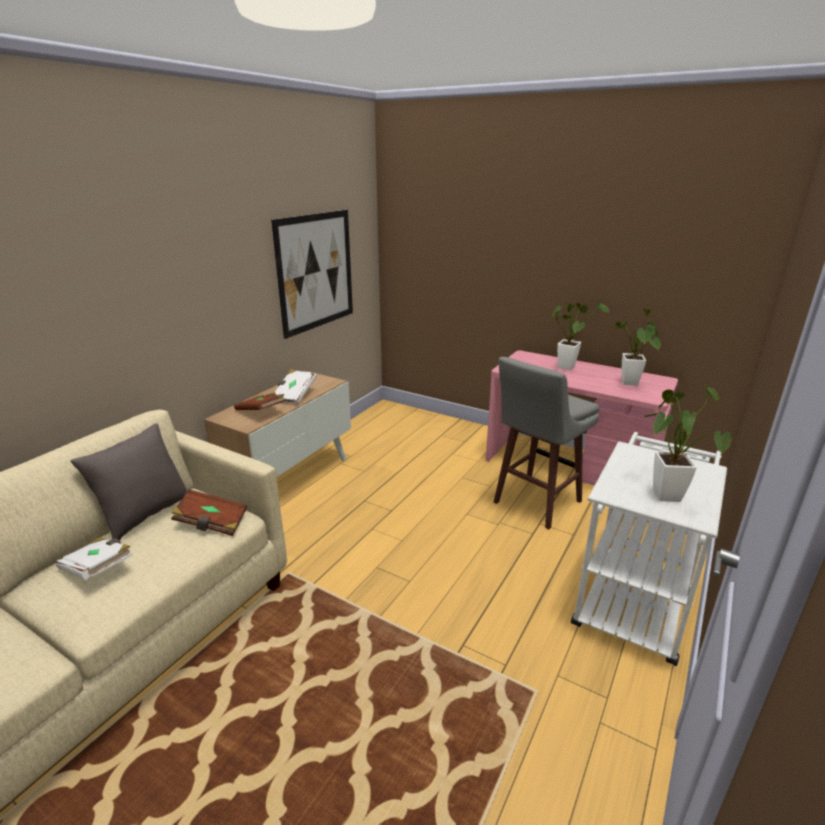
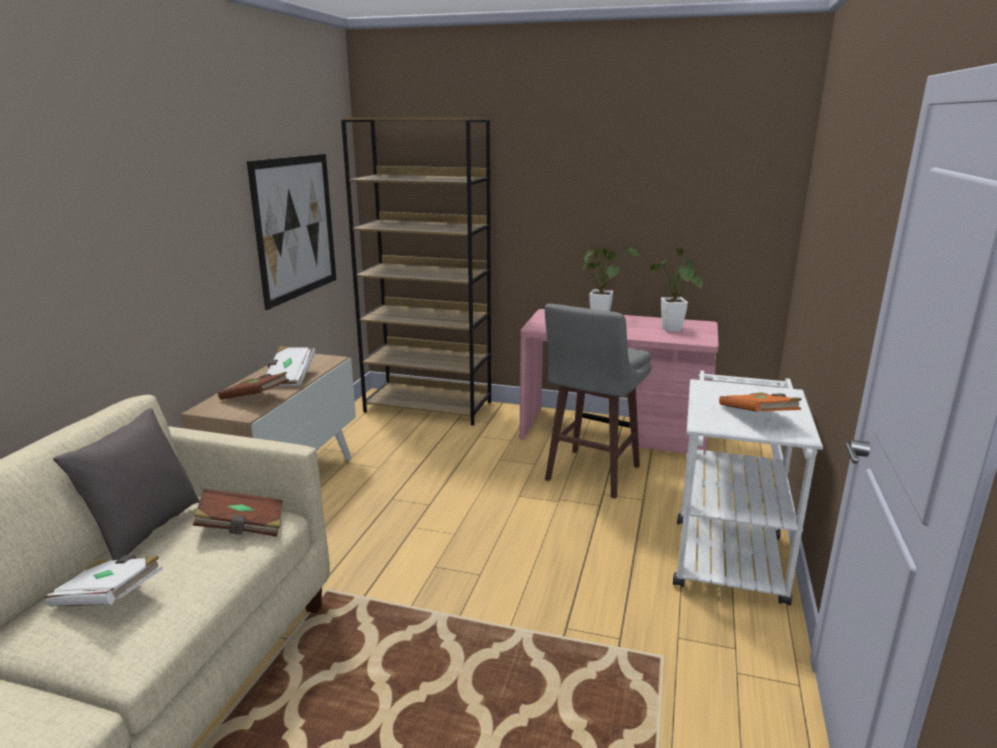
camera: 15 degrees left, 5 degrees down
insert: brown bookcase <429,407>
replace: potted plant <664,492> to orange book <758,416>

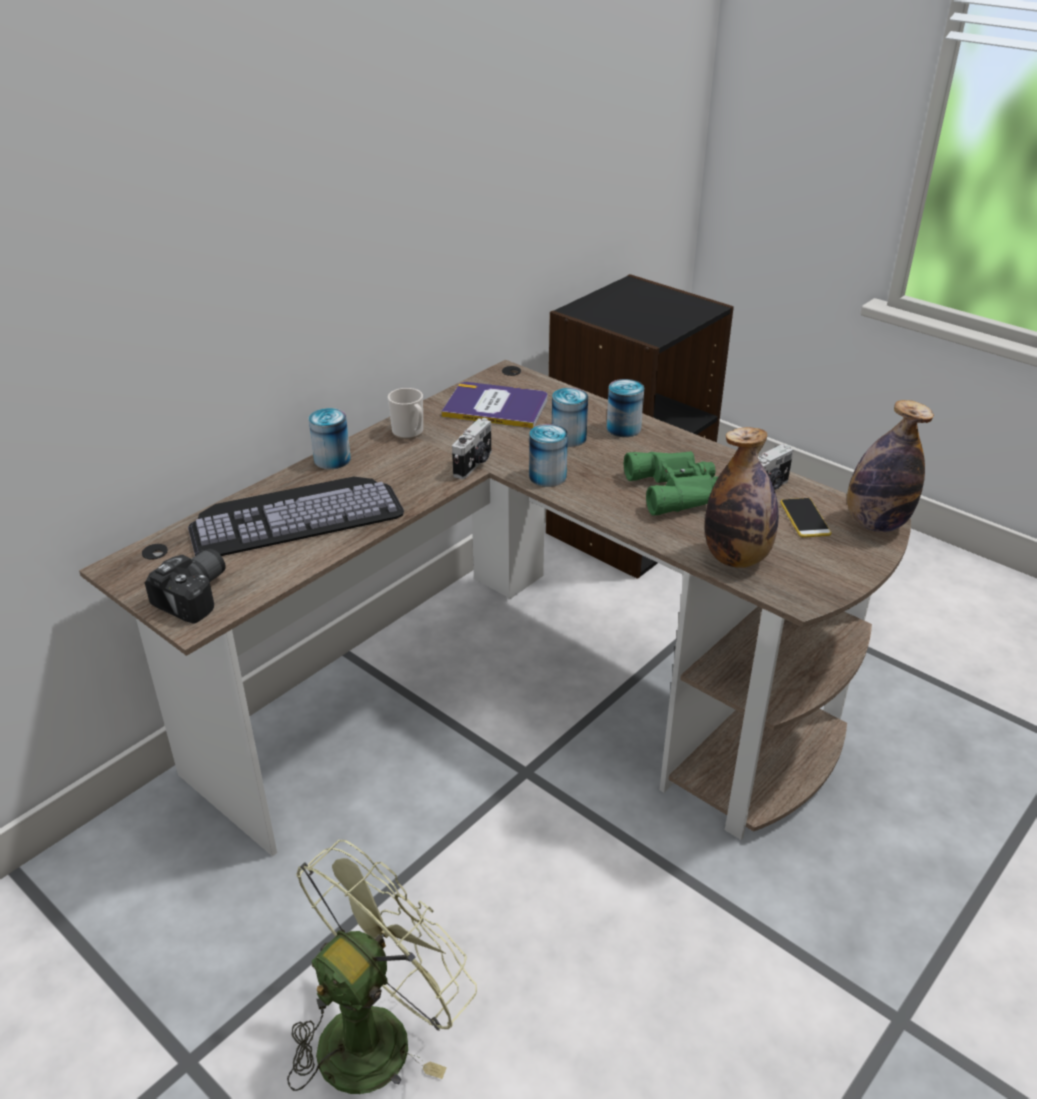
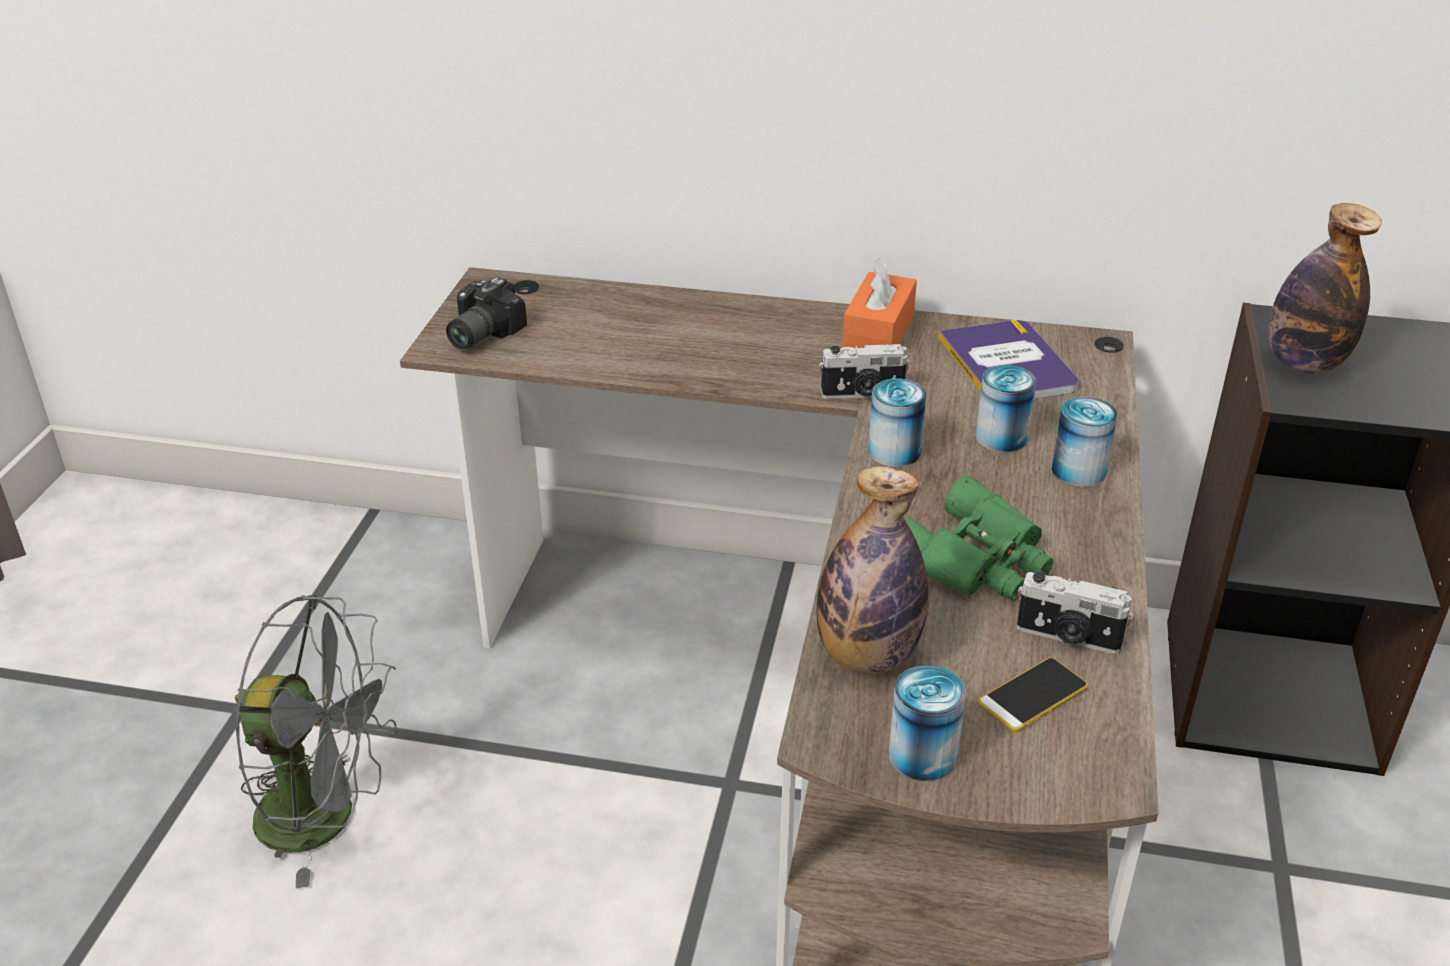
camera: 60 degrees right, 0 degrees up
delete: keyboard <296,514>
move: can <332,459> to <922,755>; bottle <875,523> to <1303,364>
replace: mug <410,433> to orange tissue box <878,332>
recolor: green fan <376,1031> to grey fan <328,816>
rotate: photo camera <198,596> = <478,334> 120 degrees clockwise

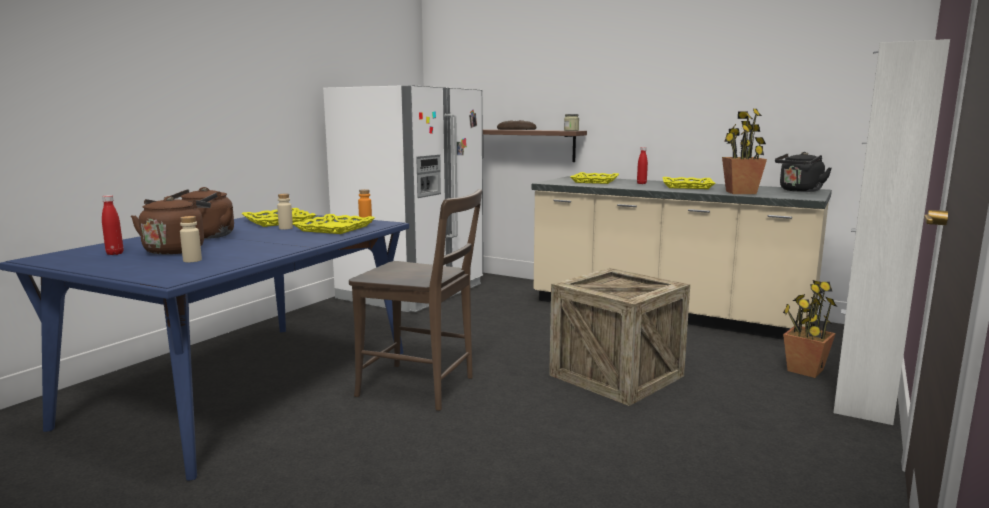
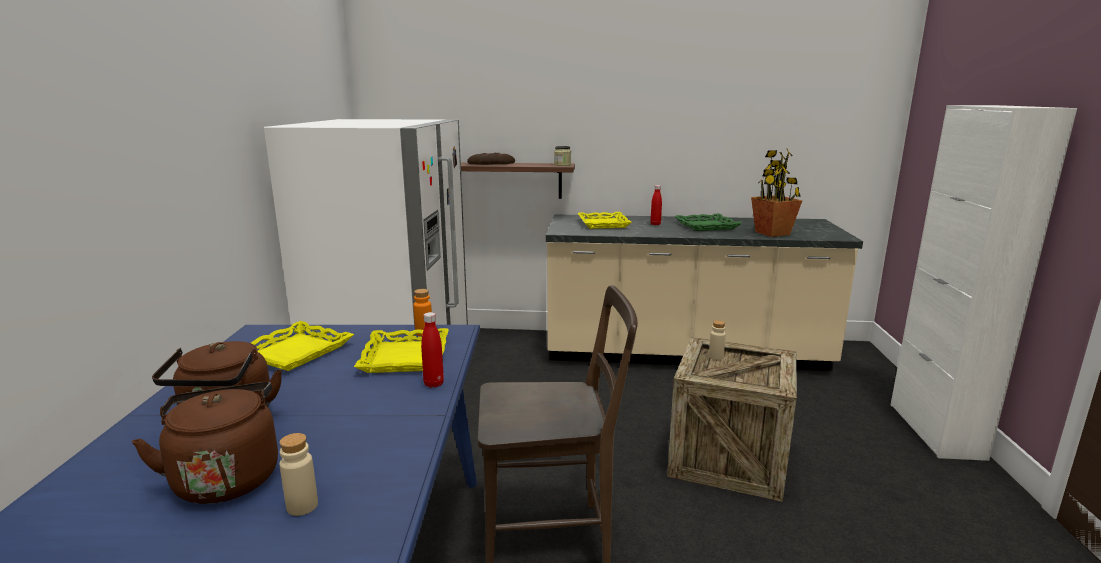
camera: 25 degrees left, 5 degrees up
delete: black kettle <799,191>; potted plant <805,370>
move: red bottle <115,253> to <433,384>; beige bottle <285,228> to <716,357>
recolor: yellow tray <687,186> to green tray <706,226>

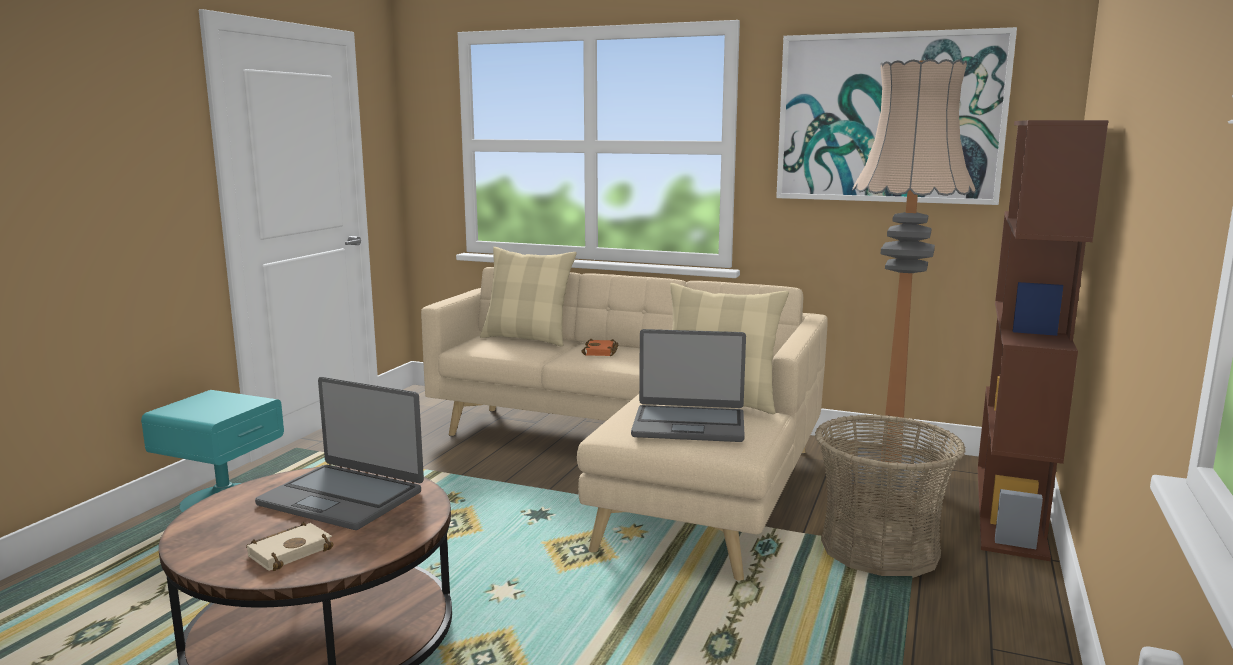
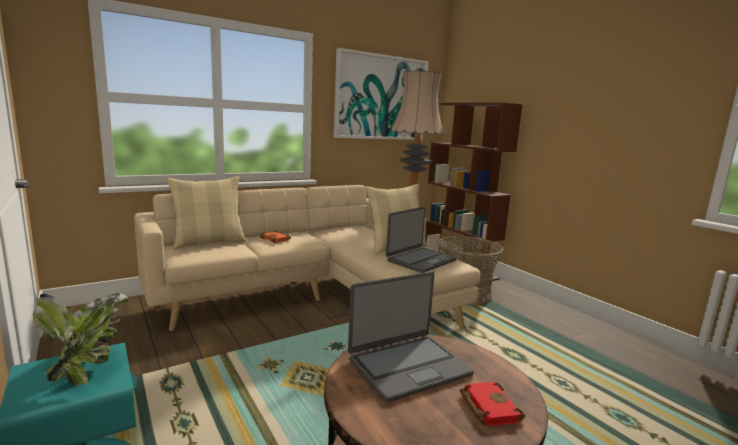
camera: 55 degrees left, 0 degrees up
insert: potted plant <87,366>
recolor: beige book <291,550> to red book <487,407>

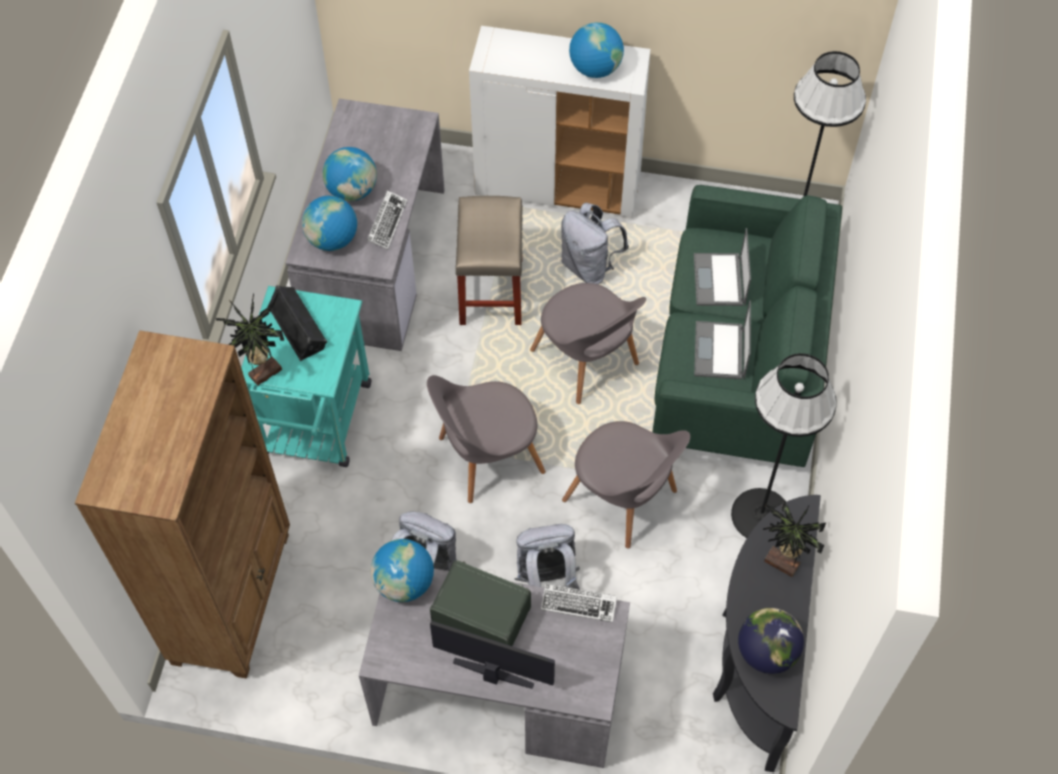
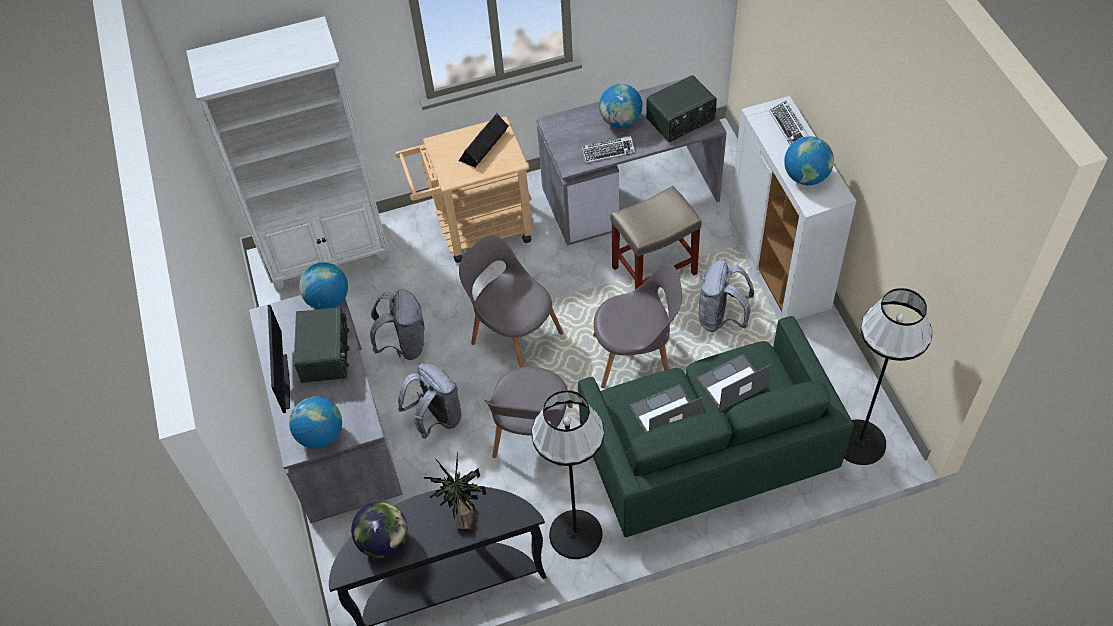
camera: 65 degrees right, 5 degrees down
delete: potted plant <263,372>
insert: radio <681,120>
move: globe <332,239> to <320,435>; keyboard <578,604> to <788,126>
recolor: brown bookcase <233,597> to white bookcase <328,254>; turquoise cart <314,427> to beige cart <475,230>
rotate: grey chair <587,361> = <635,356> 120 degrees counterclockwise

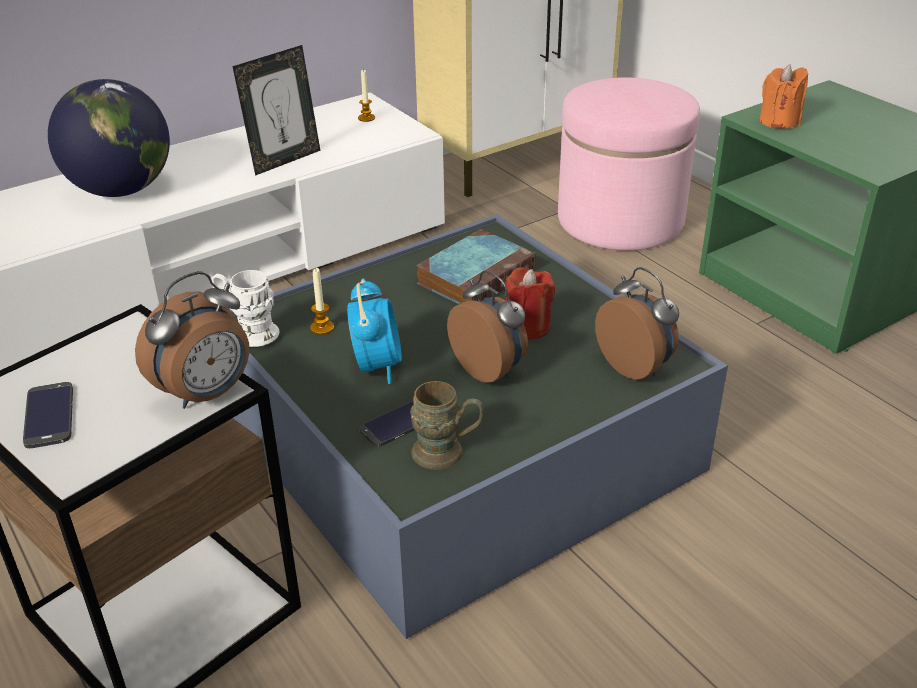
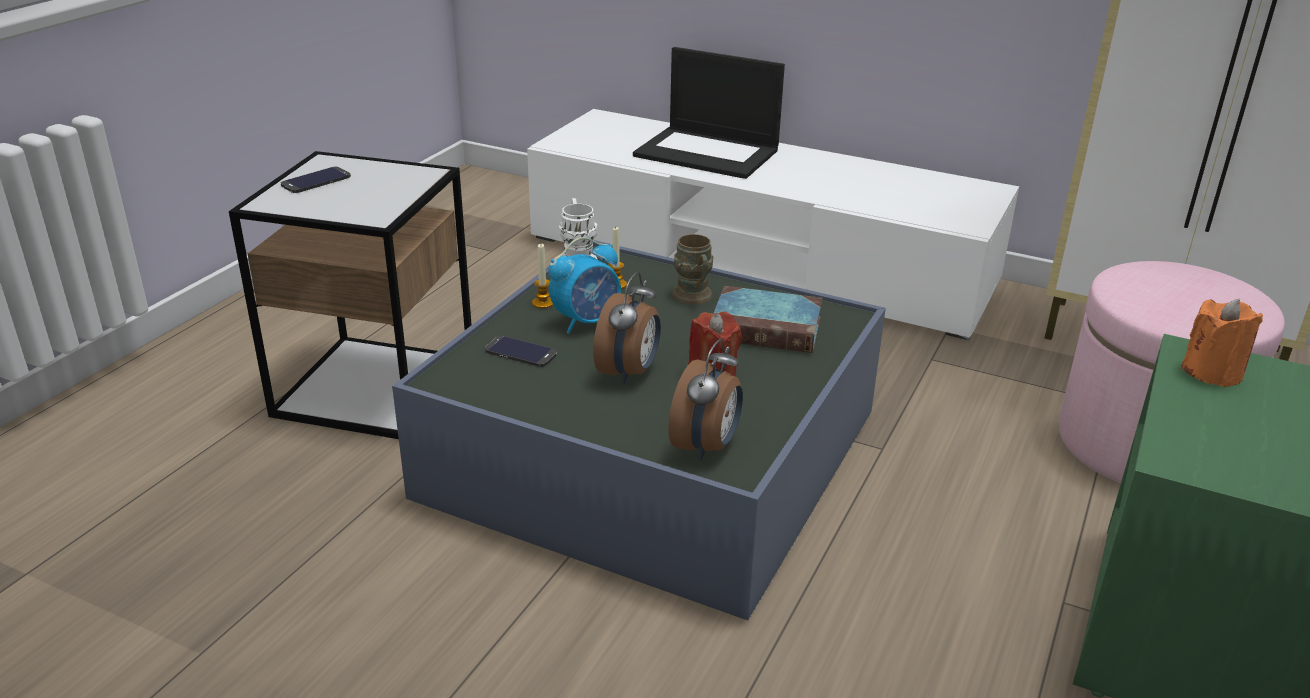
camera: 60 degrees right, 5 degrees down
delete: alarm clock <206,394>; picture frame <284,160>
move: candle <366,118> to <543,303>; brown mug <447,453> to <694,298>
replace: globe <122,190> to laptop <708,153>

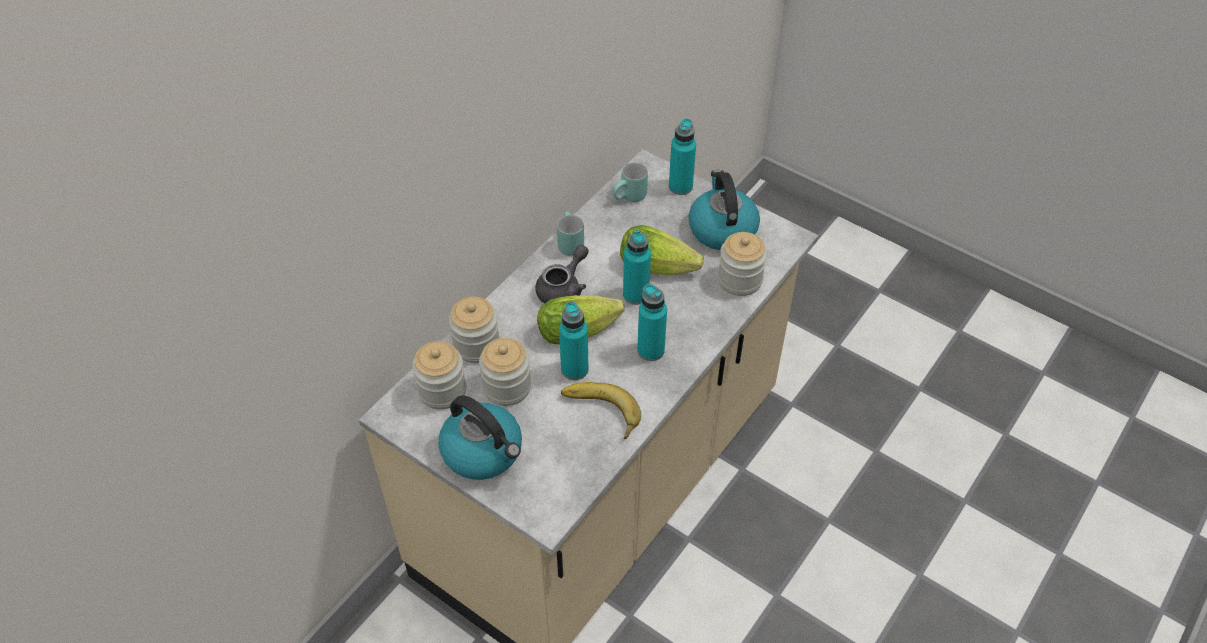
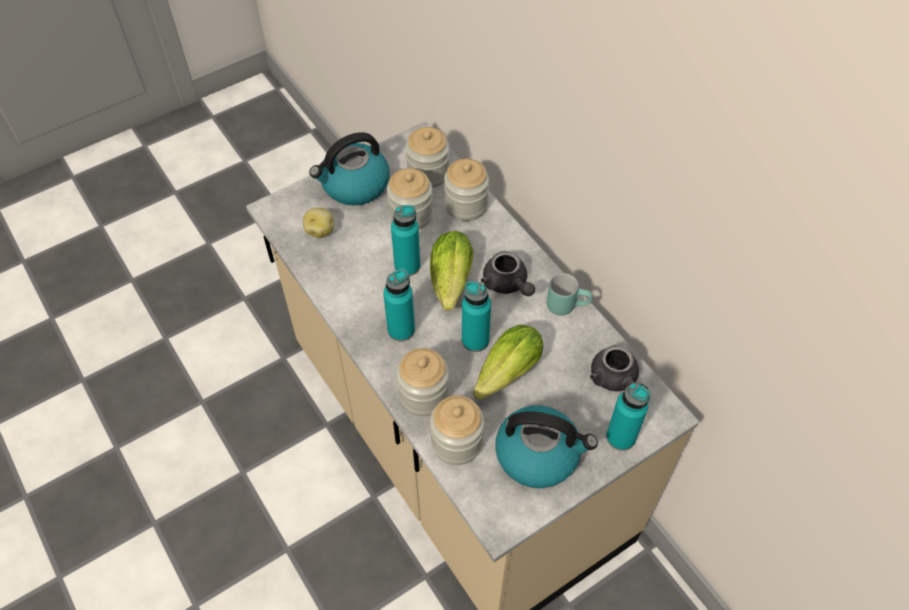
camera: 110 degrees right, 5 degrees up
delete: banana <599,413>
insert: potato <320,230>; jar <423,395>
replace: turquoise mug <630,198> to grey teapot <616,380>

